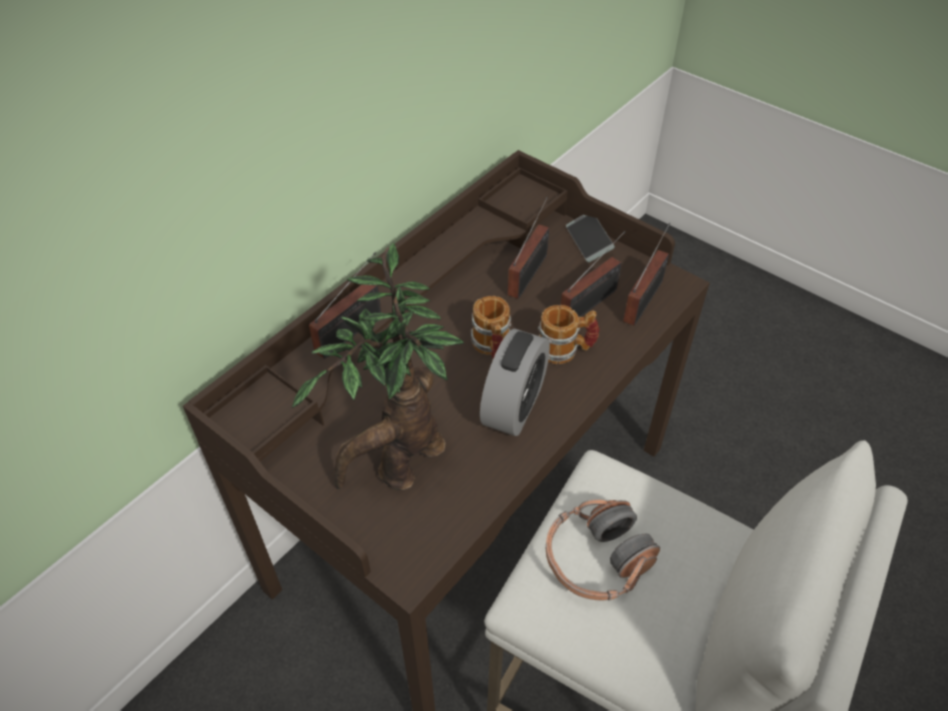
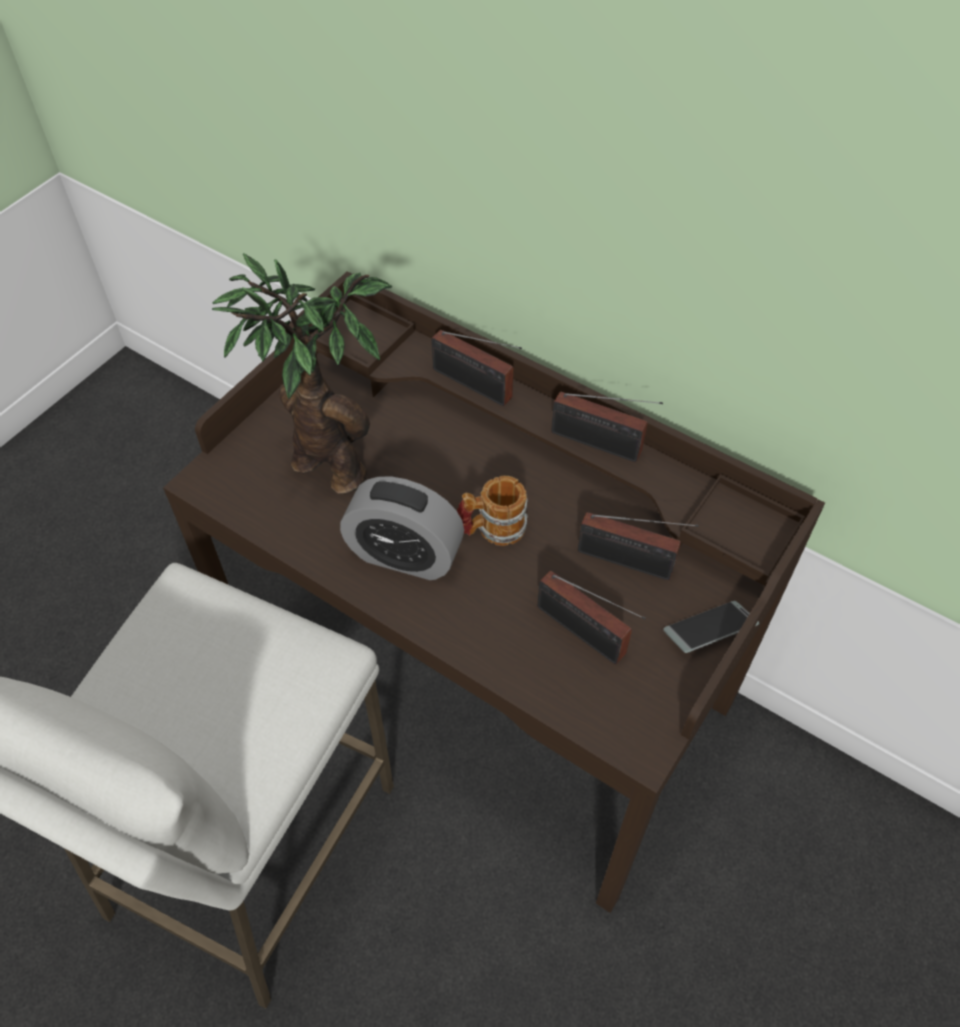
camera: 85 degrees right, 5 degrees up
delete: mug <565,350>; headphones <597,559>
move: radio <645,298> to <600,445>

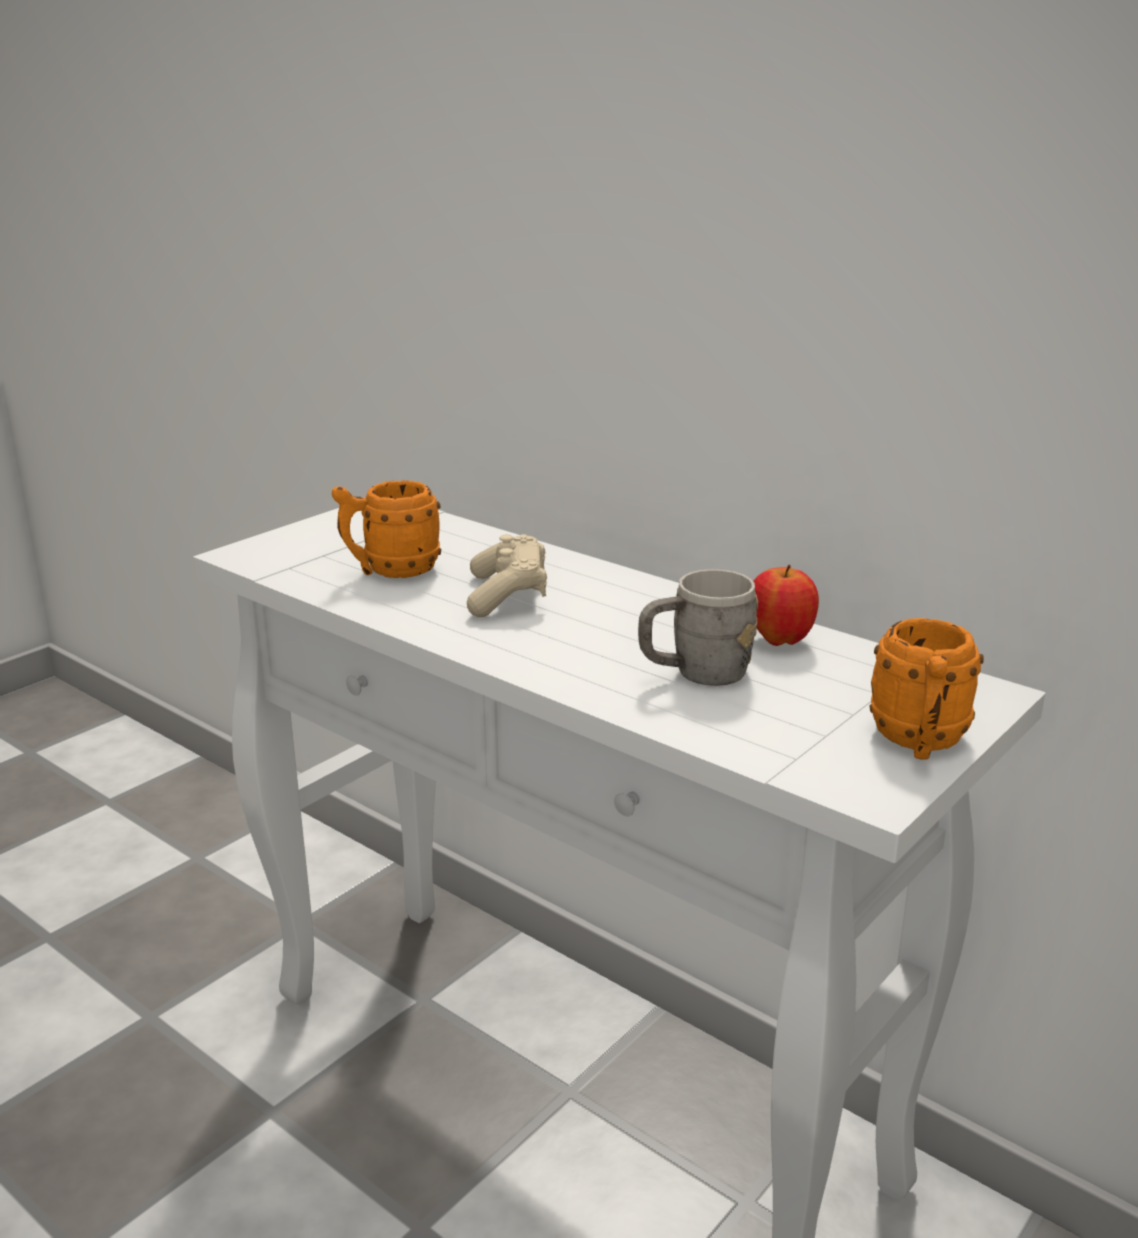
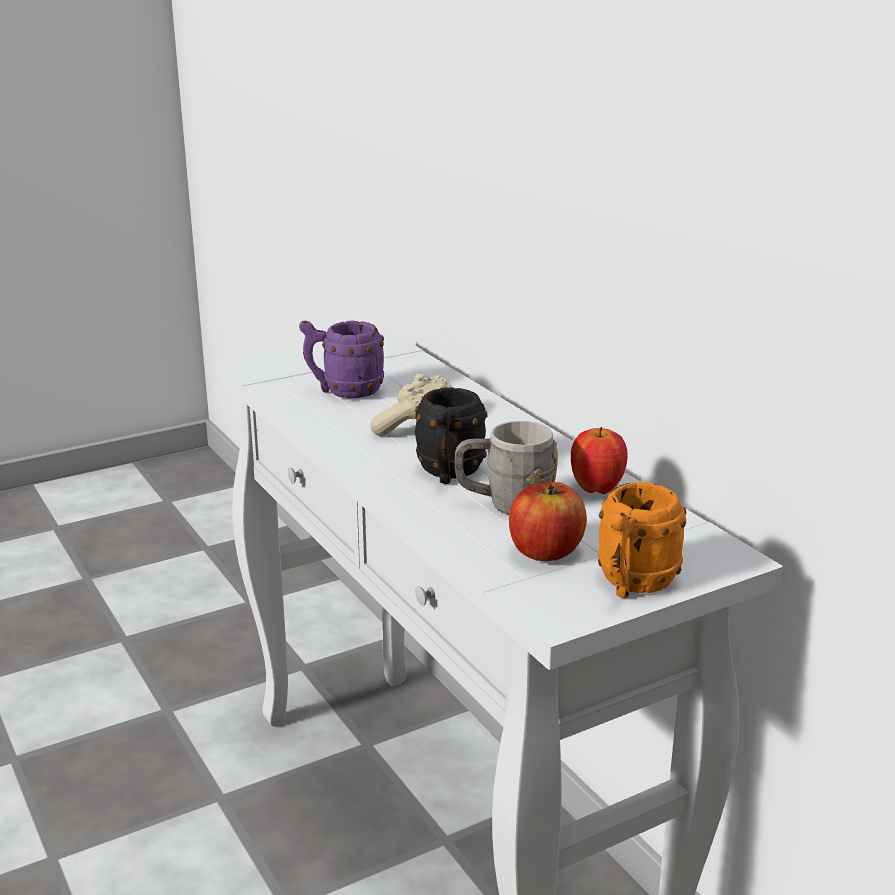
camera: 20 degrees right, 0 degrees up
insert: black mug <448,474>; apple <545,551>
recolor: orange mug <390,571> to purple mug <343,391>

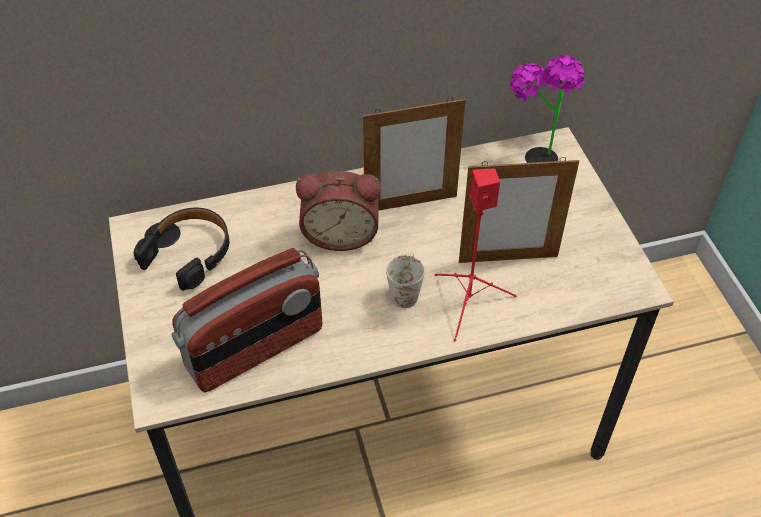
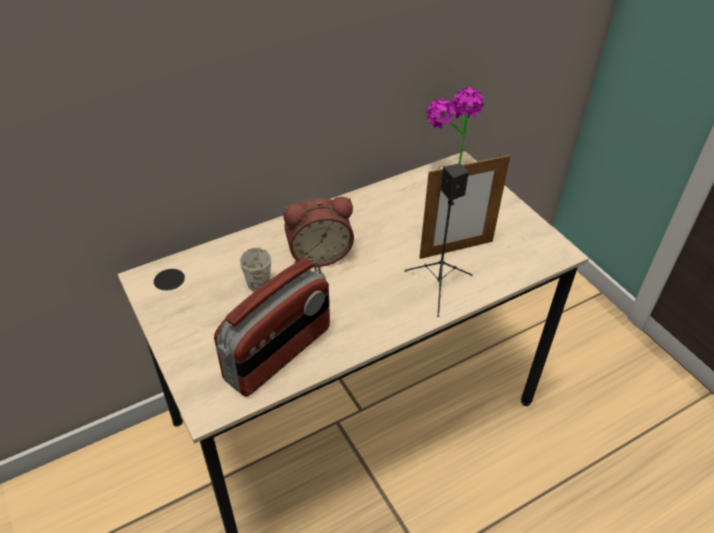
camera: 15 degrees left, 5 degrees down
delete: black headphones <189,253>; picture frame <410,204>
move: white mug <406,290> to <258,278>
recolor: red speaker <468,304> to black speaker <438,287>

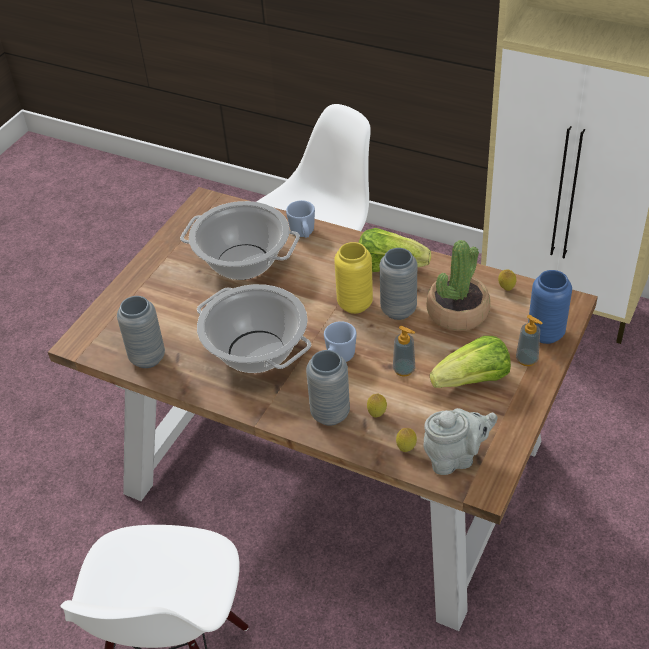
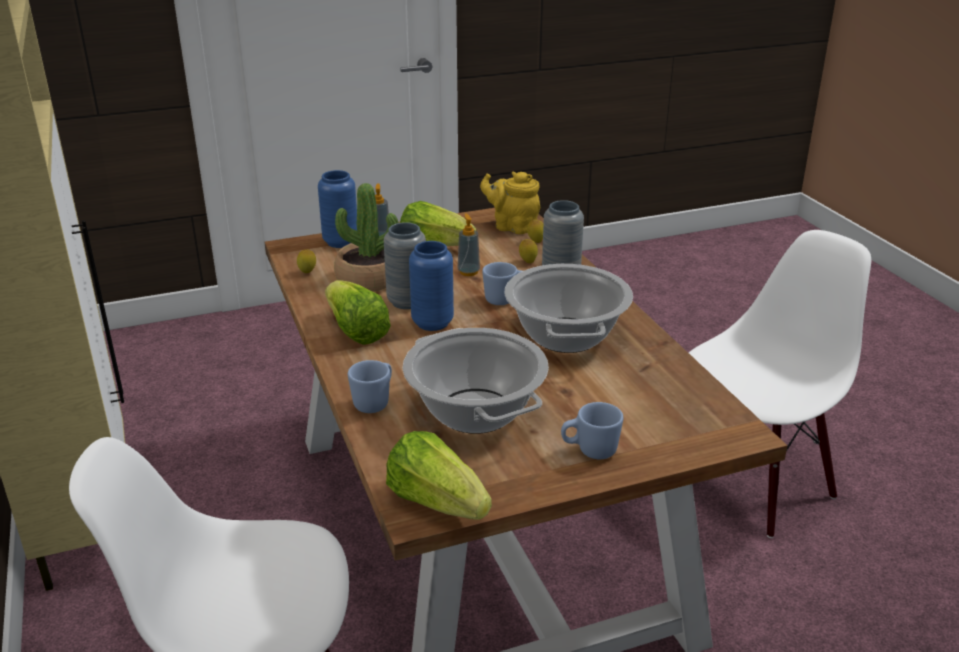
camera: 140 degrees left, 15 degrees down
delete: grey vase <147,358>
insert: lettuce <436,502>; blue mug <590,451>
recolor: yellow vase <355,304> to blue vase <432,323>; grey teapot <455,458> to yellow teapot <512,226>

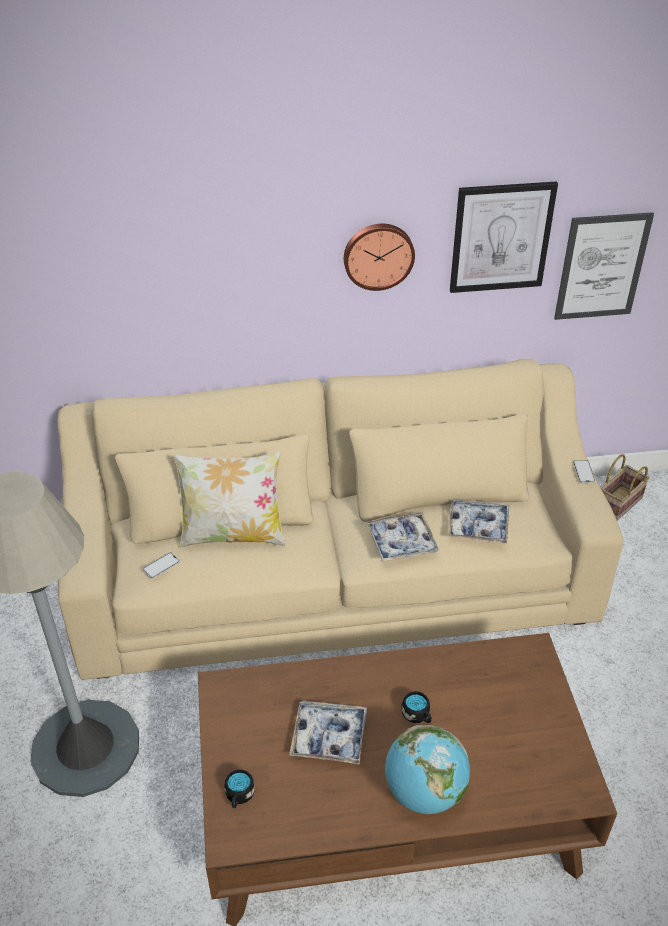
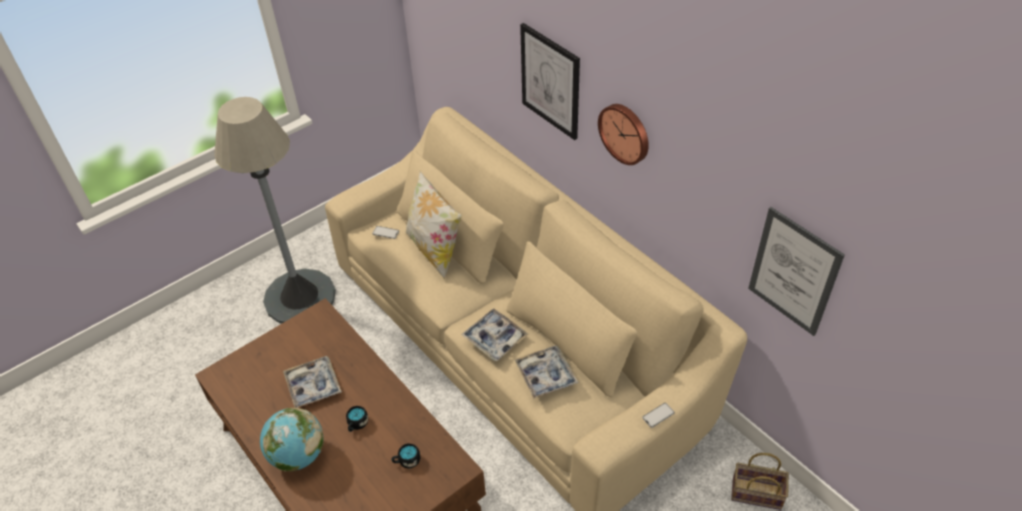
camera: 60 degrees right, 5 degrees up
move: black mug <239,796> to <406,461>; picture <501,237> to <550,81>

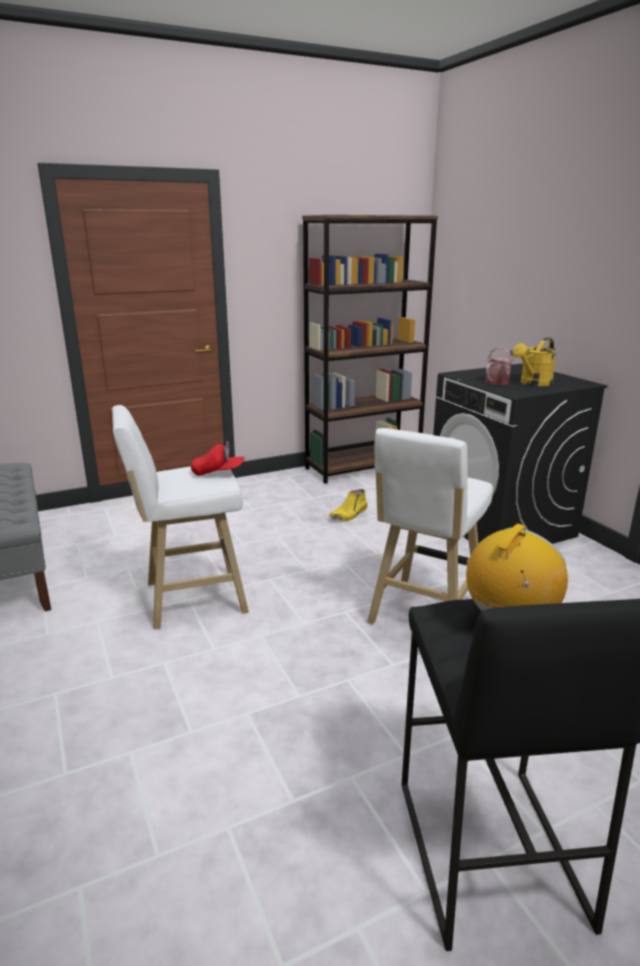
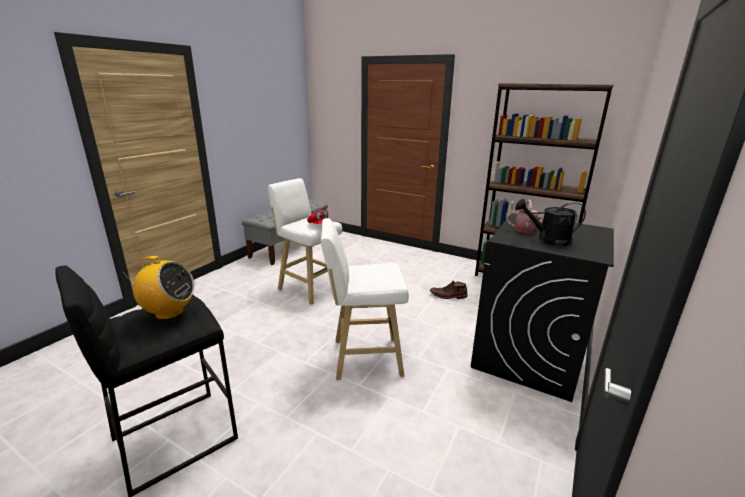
camera: 55 degrees right, 0 degrees up
recolor: yellow boot <349,514> to brown boot <448,296>; yellow watering can <533,383> to black watering can <548,240>

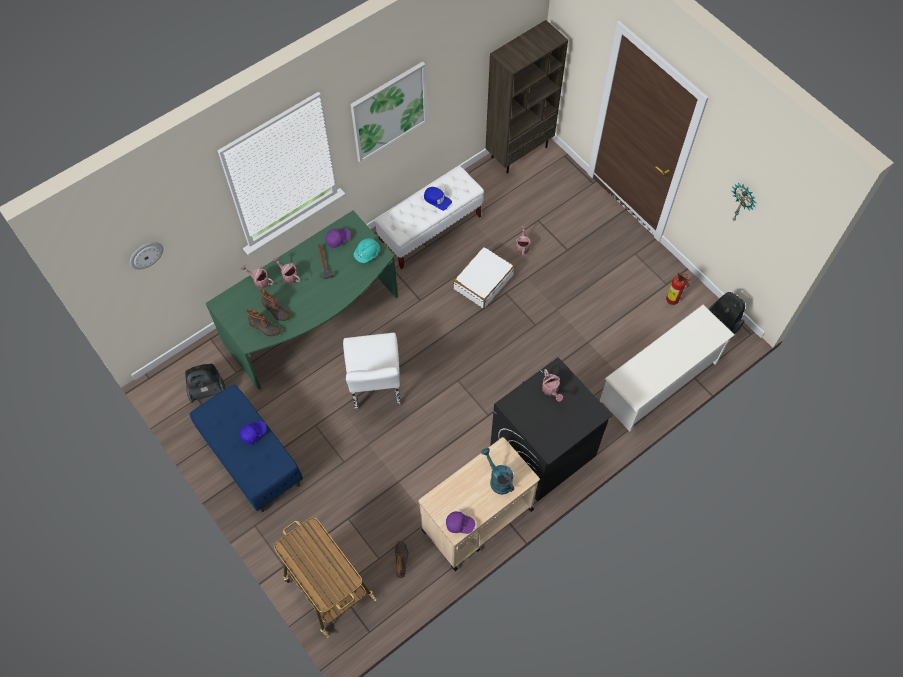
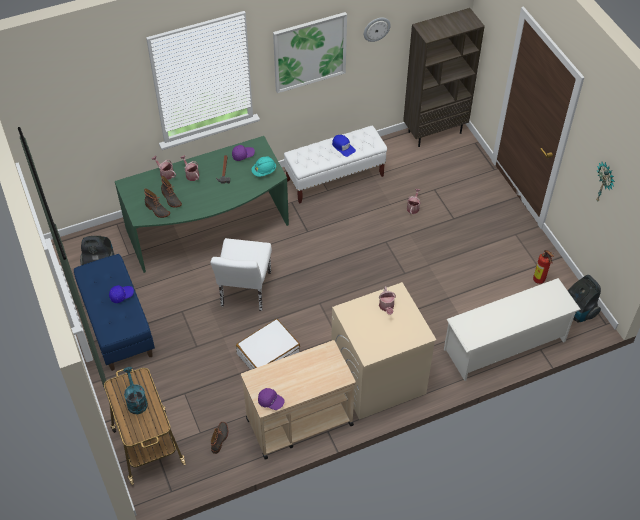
camera: 15 degrees right, 10 degrees down
move: turquoise watering can <498,479> to <136,401>; white suitcase <483,281> to <268,353>; wall clock <145,254> to <376,29>
recolor: black washing machine <542,451> to beige washing machine <377,379>

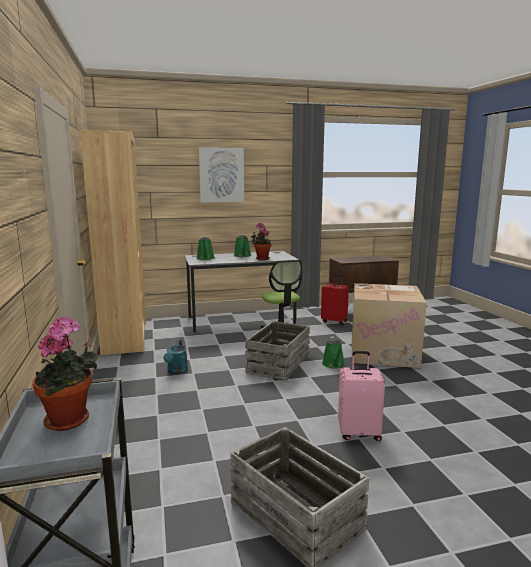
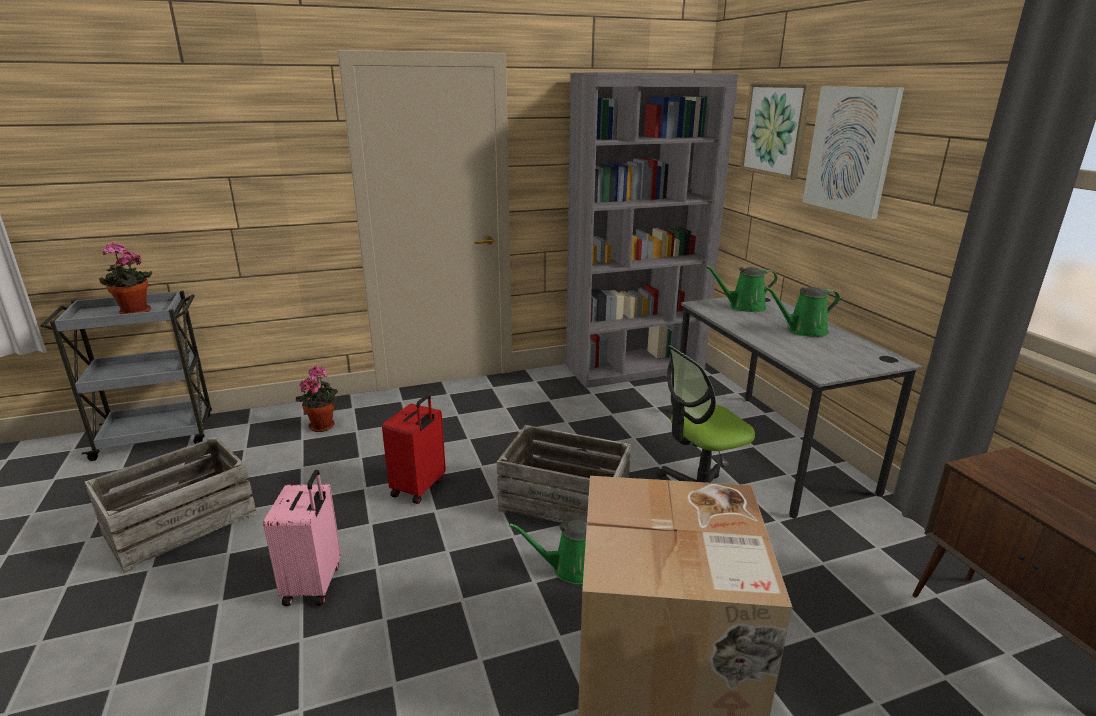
camera: 85 degrees right, 10 degrees up
delete: turquoise watering can <176,372>
insert: picture <775,130>
move: potted plant <261,259> to <323,425>; red suitcase <334,321> to <419,488>
recolor: brown bookcase <125,336> to grey bookcase <635,368>

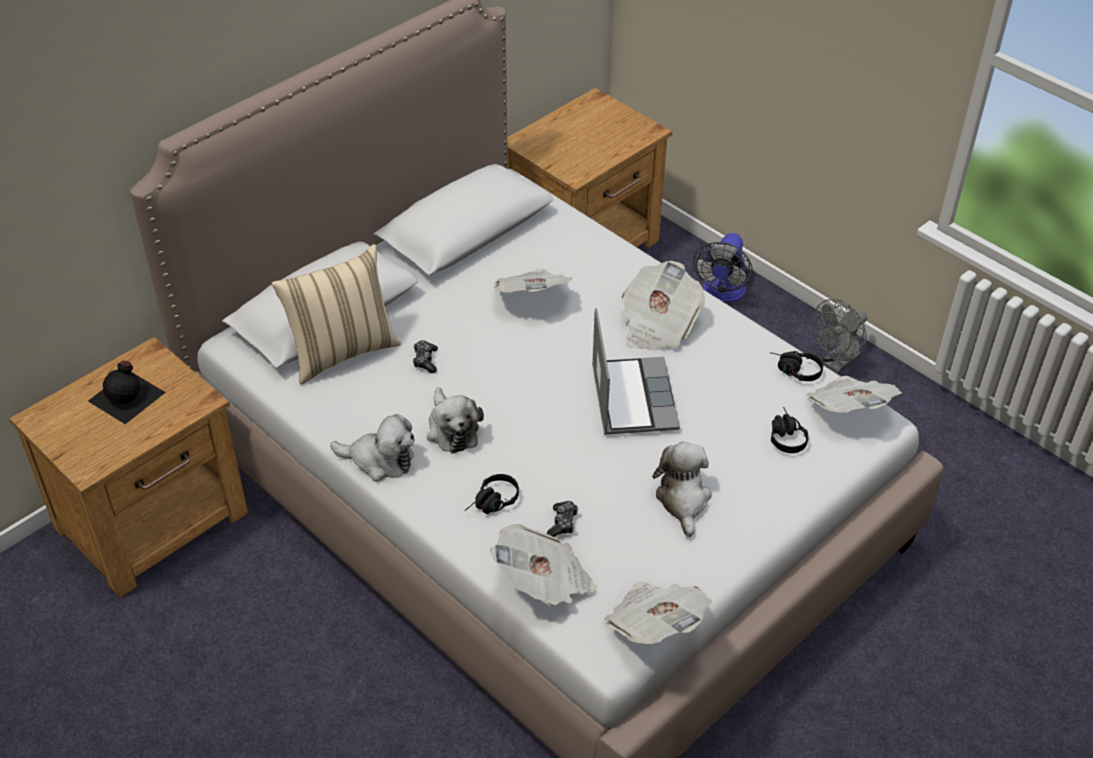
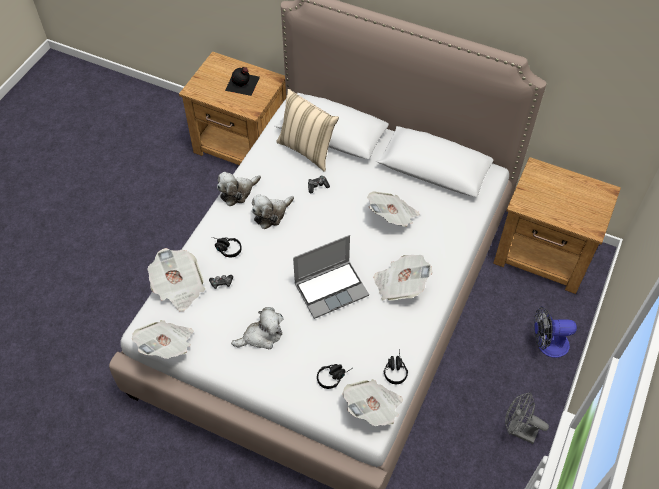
camera: 70 degrees right, 10 degrees up
rotate: plush toy <379,460> = <237,192> 60 degrees clockwise

